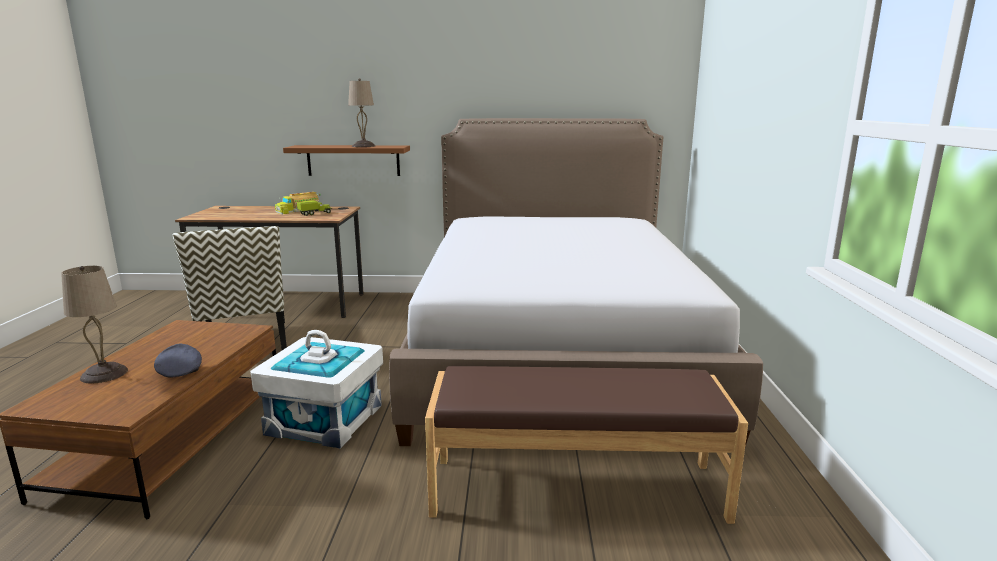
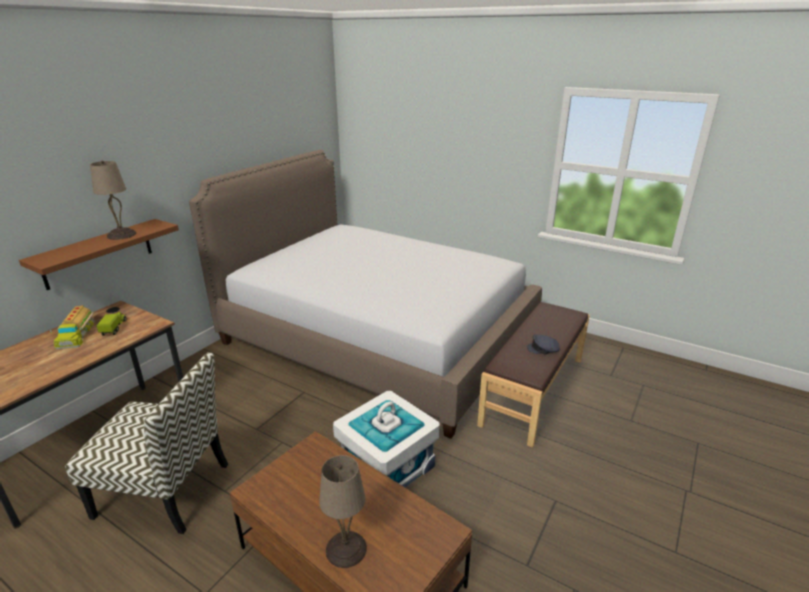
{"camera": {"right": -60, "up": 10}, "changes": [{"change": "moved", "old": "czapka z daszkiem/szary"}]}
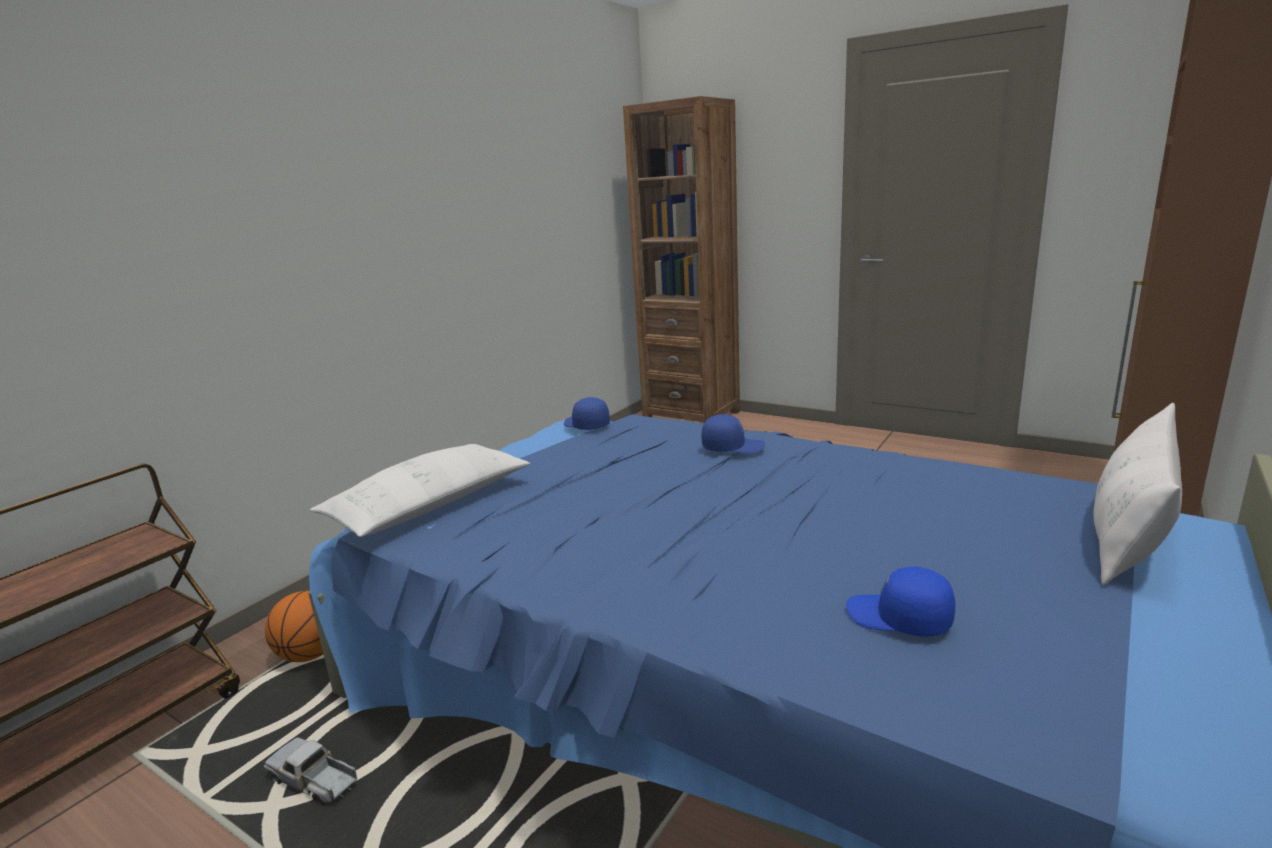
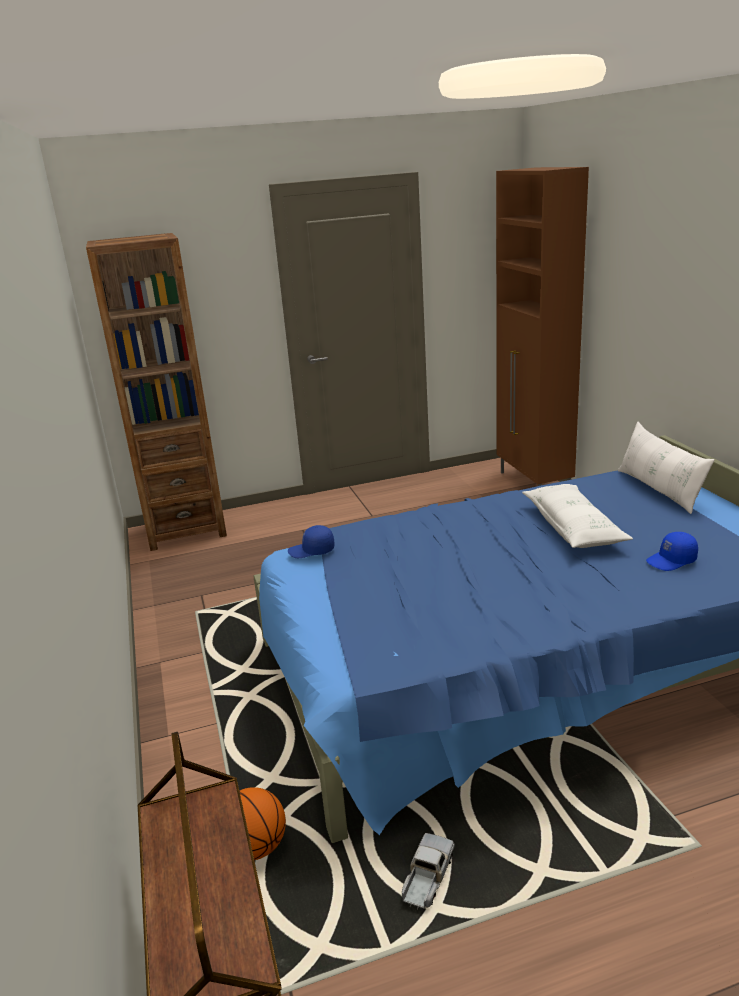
{"camera": {"right": -50, "up": 5}, "changes": [{"change": "removed", "old": "czapka z daszkiem/niebieski (2nd from left)"}, {"change": "moved", "old": "poduszka/biały (1st from left)"}, {"change": "turned", "old": "ciężarówka zabawkowa", "degrees": 135}]}
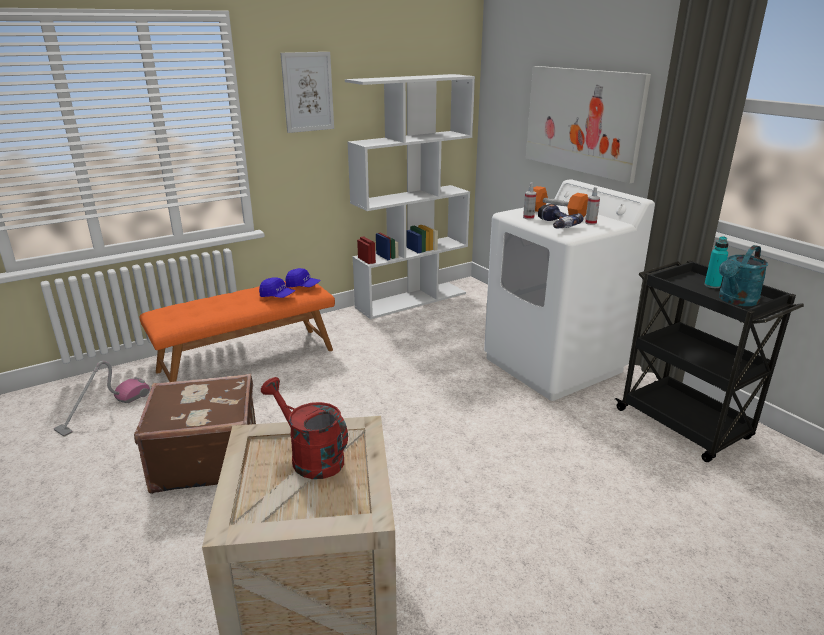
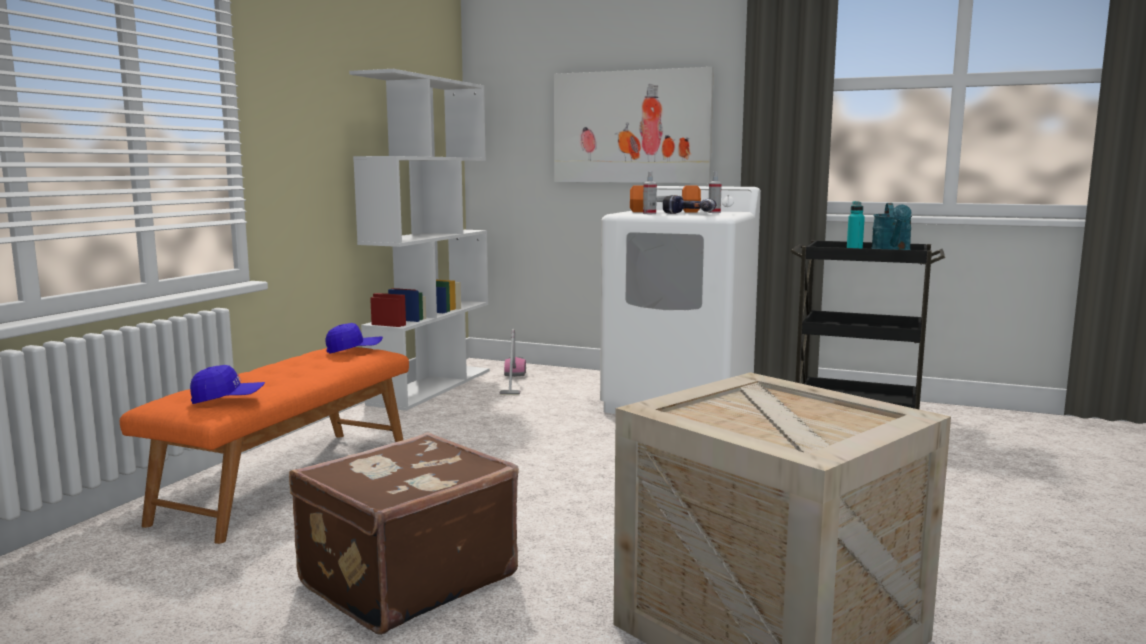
{"camera": {"right": -35, "up": -15}, "changes": [{"change": "removed", "old": "konewka/czerwony"}, {"change": "removed", "old": "obraz (1st from left)"}, {"change": "moved", "old": "odkurzacz"}, {"change": "moved", "old": "czapka z daszkiem/niebieski (1st from left)"}]}
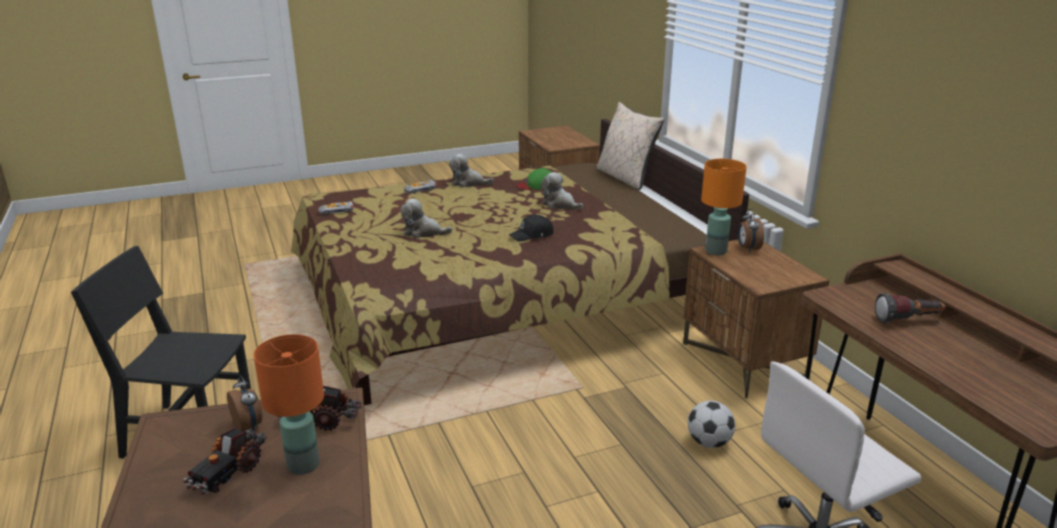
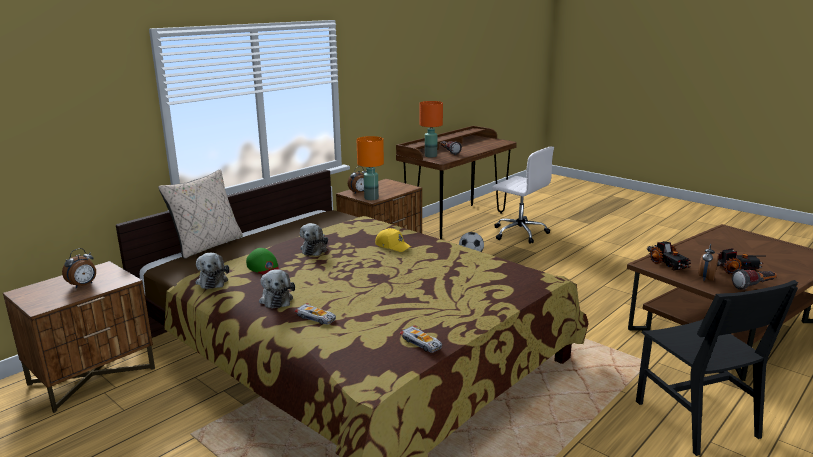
{"camera": {"right": -115, "up": -5}, "changes": [{"change": "added", "new": "budzik (1st from left)"}, {"change": "added", "new": "latarka (2nd from left)"}, {"change": "moved", "old": "lampa stołowa/pomarańczowy (1st from left in the first image)", "new": "lampa stołowa/pomarańczowy (2nd from left)"}, {"change": "moved", "old": "pluszak (1st from left)"}, {"change": "recoloured", "old": "czapka z daszkiem/czarny", "new": "czapka z daszkiem/żółty"}]}
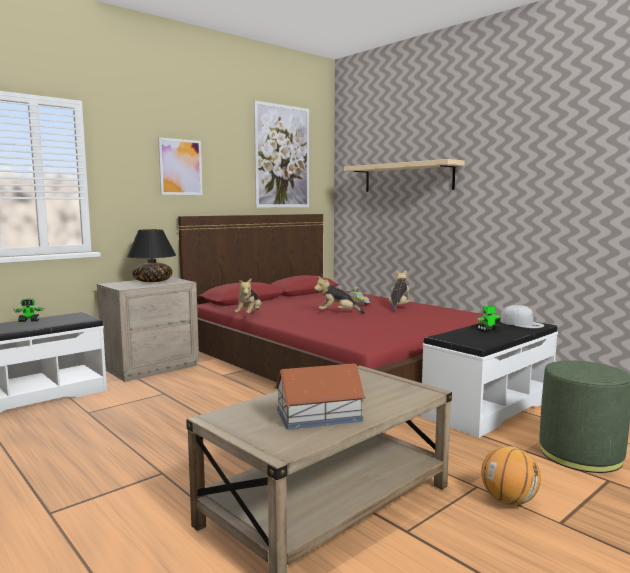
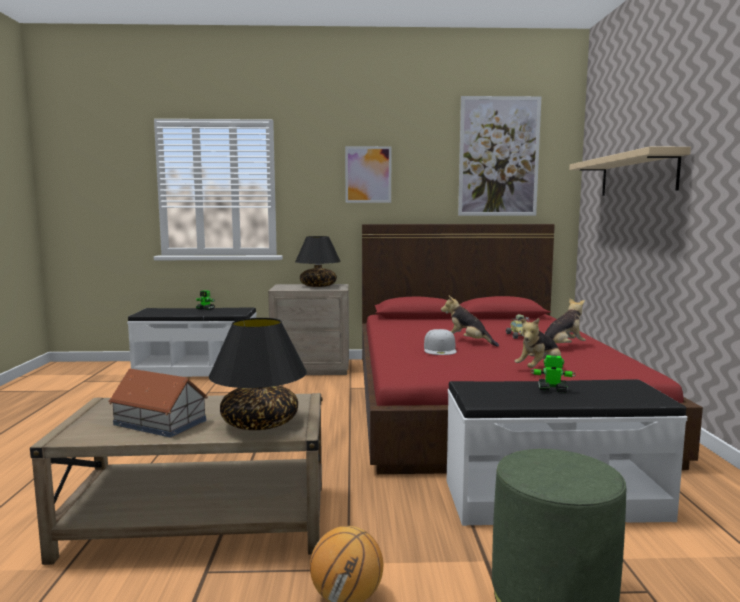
{"camera": {"right": 40, "up": 0}, "changes": [{"change": "added", "new": "lampa stołowa/czarny (1st from left)"}, {"change": "moved", "old": "pluszak (1st from left in the first image)", "new": "pluszak (2nd from left)"}, {"change": "moved", "old": "czapka z daszkiem/biały"}]}
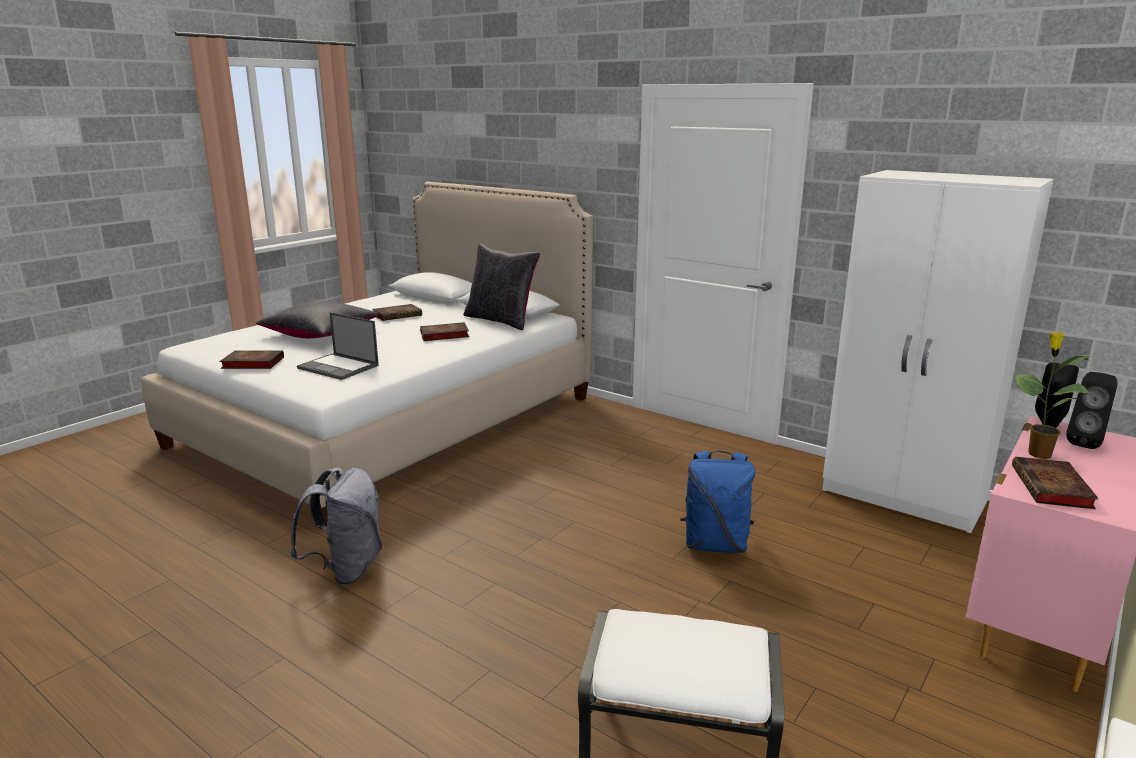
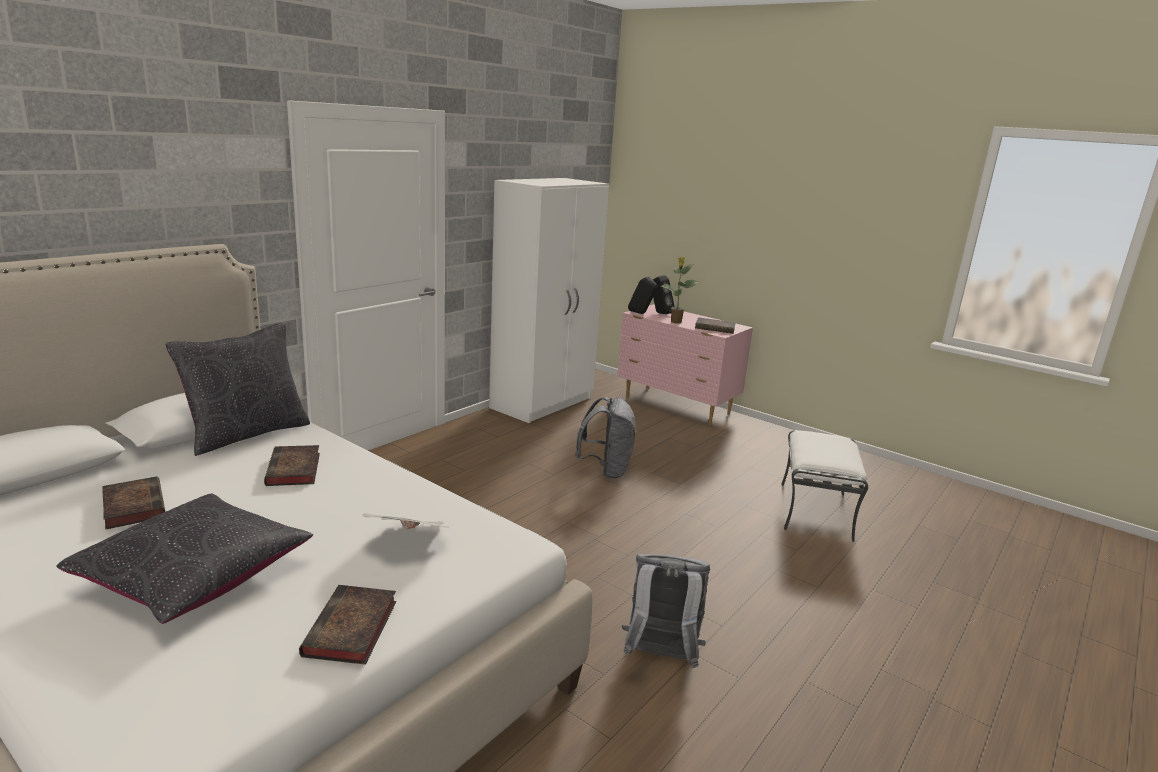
{"camera": {"right": -90, "up": 0}, "changes": [{"change": "replaced", "old": "laptop", "new": "gazeta"}, {"change": "recoloured", "old": "plecak/niebieski", "new": "plecak/szary (1st from left)"}]}
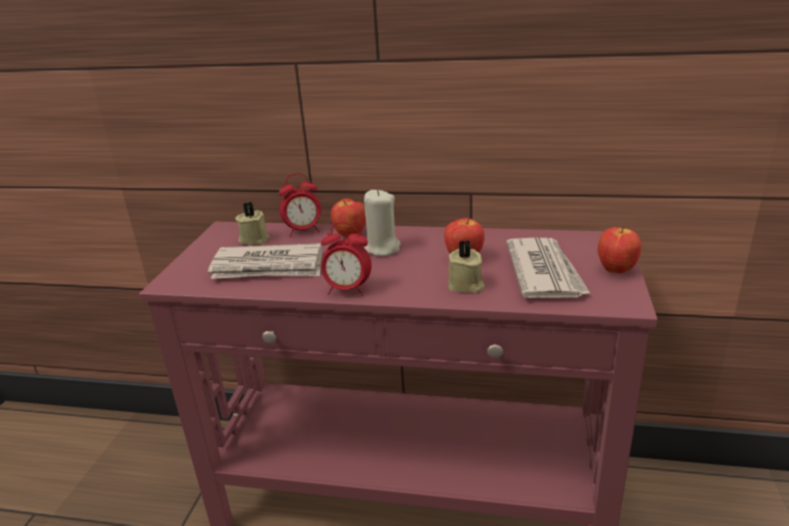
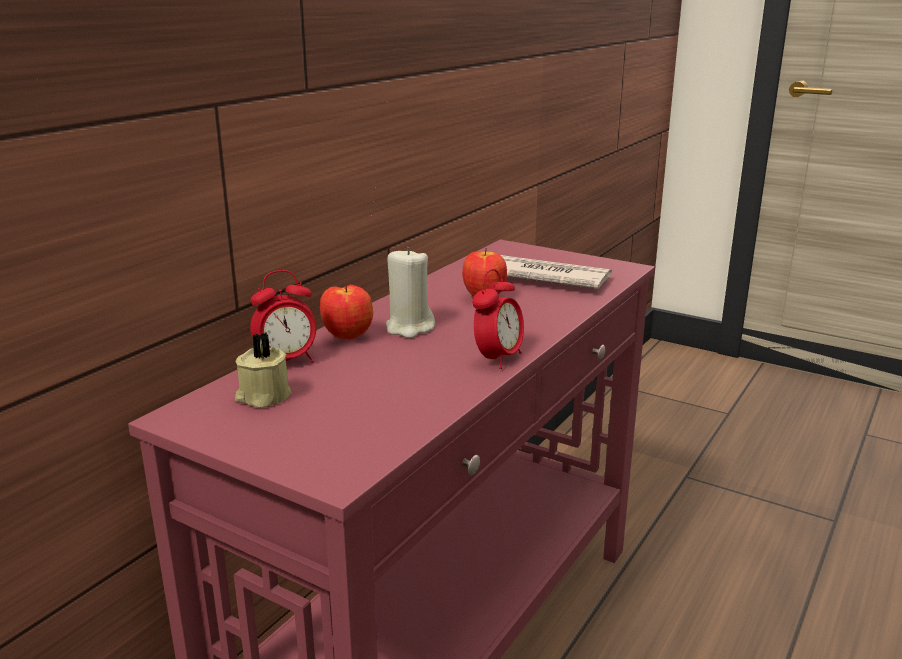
{"camera": {"right": -70, "up": -5}, "changes": [{"change": "removed", "old": "gazeta (1st from left)"}, {"change": "removed", "old": "świeca/beżowy (3rd from left)"}, {"change": "removed", "old": "jabłko (3rd from left)"}, {"change": "turned", "old": "budzik (1st from left)", "degrees": 60}]}
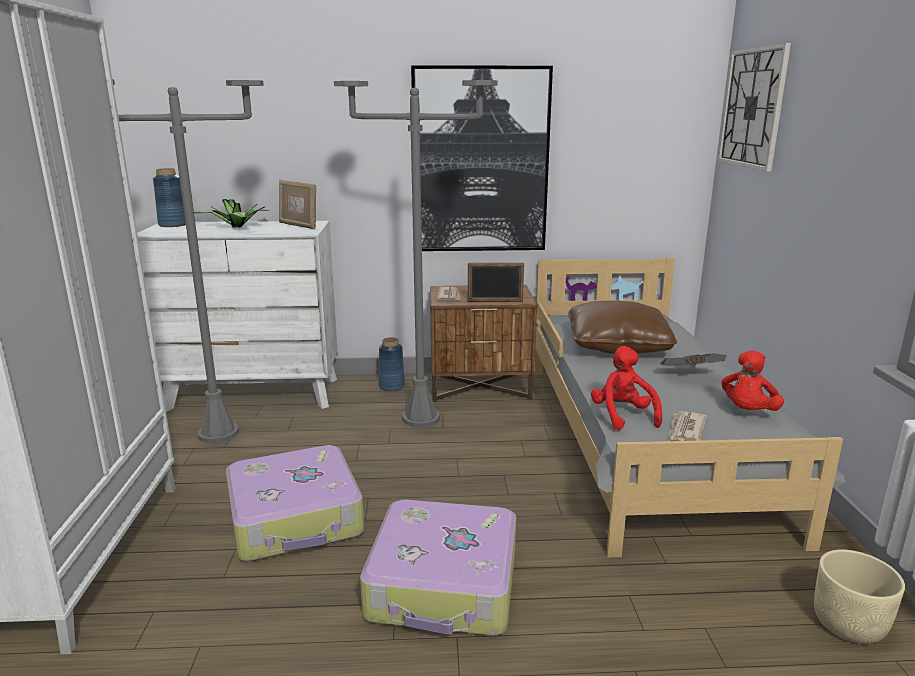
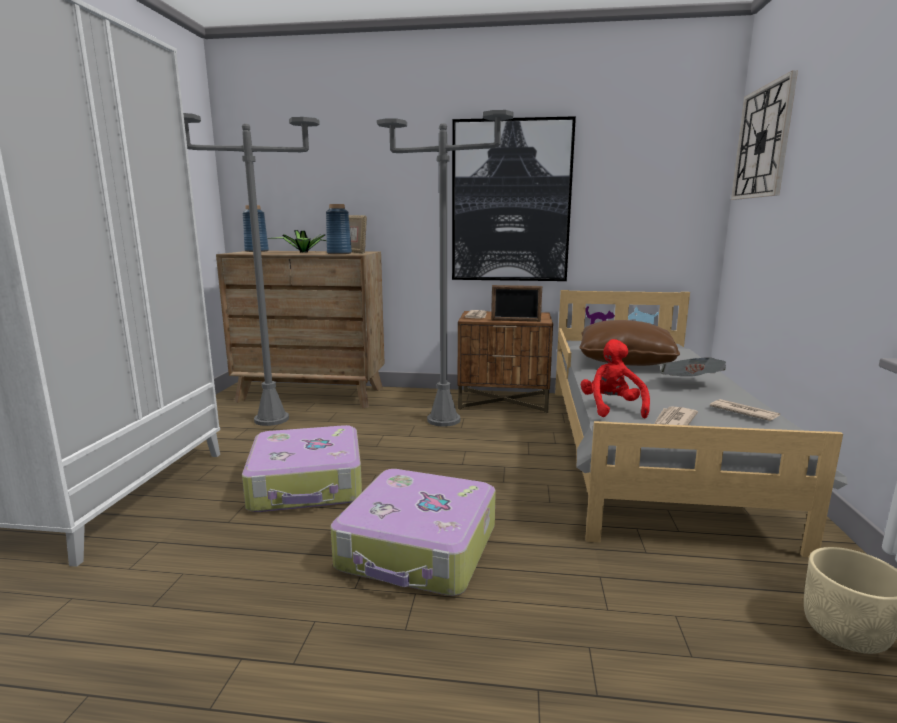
{"camera": {"right": 10, "up": -5}, "changes": [{"change": "moved", "old": "wazon/niebieski (2nd from left)"}, {"change": "replaced", "old": "pluszak/czerwony (2nd from left)", "new": "gazeta (4th from left)"}, {"change": "recoloured", "old": "komoda/biały", "new": "komoda/brązowy"}]}
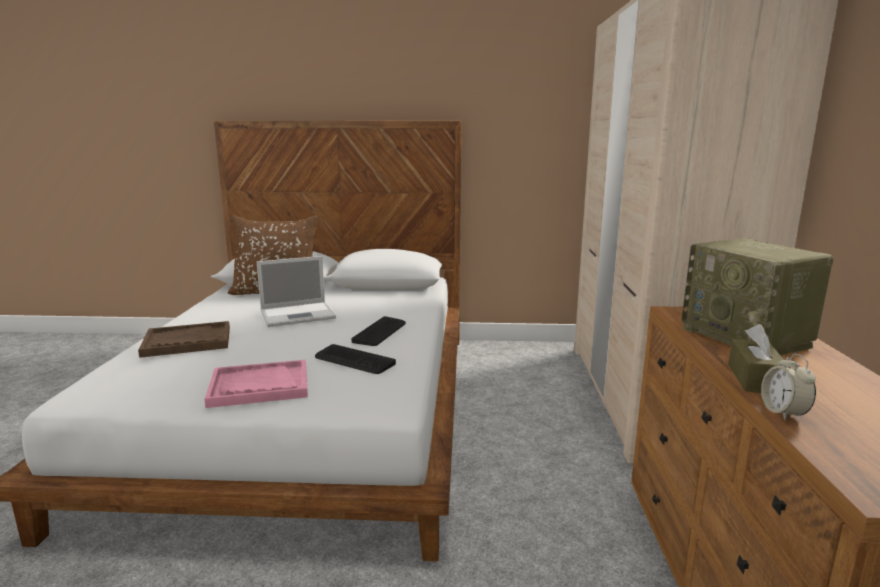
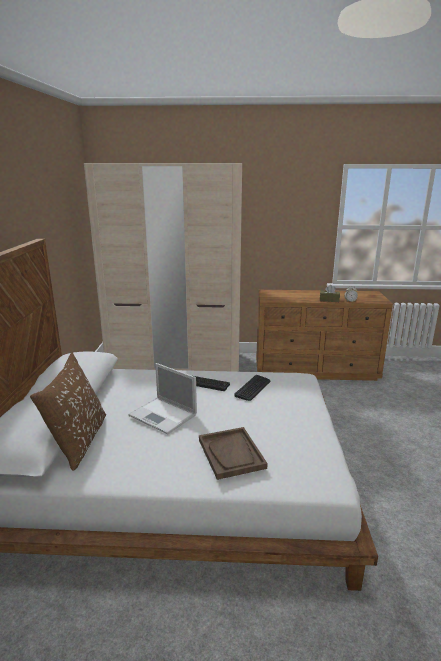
{"camera": {"right": -90, "up": 5}, "changes": [{"change": "removed", "old": "taca/różowy"}, {"change": "removed", "old": "radio"}, {"change": "turned", "old": "laptop", "degrees": 150}]}
